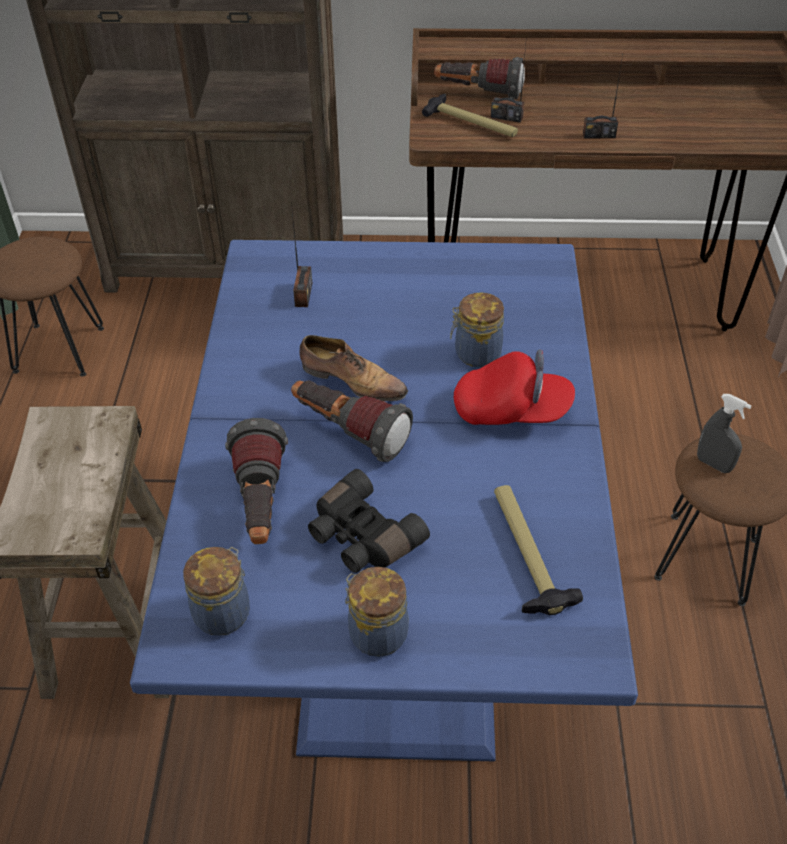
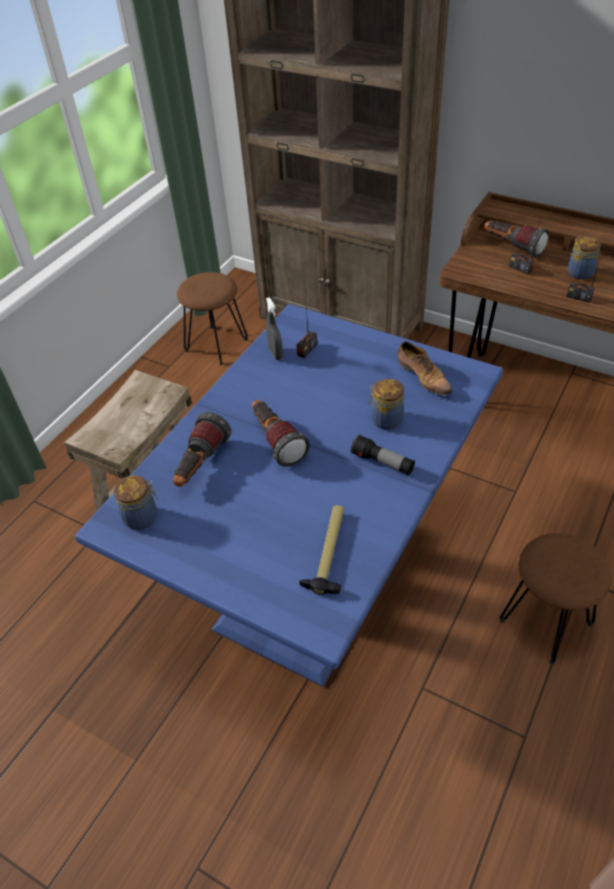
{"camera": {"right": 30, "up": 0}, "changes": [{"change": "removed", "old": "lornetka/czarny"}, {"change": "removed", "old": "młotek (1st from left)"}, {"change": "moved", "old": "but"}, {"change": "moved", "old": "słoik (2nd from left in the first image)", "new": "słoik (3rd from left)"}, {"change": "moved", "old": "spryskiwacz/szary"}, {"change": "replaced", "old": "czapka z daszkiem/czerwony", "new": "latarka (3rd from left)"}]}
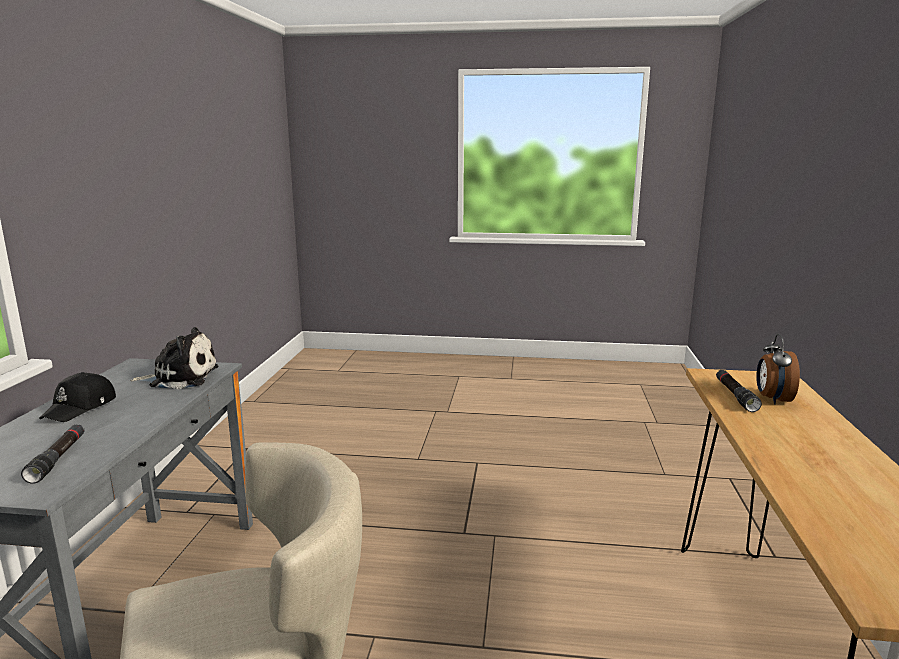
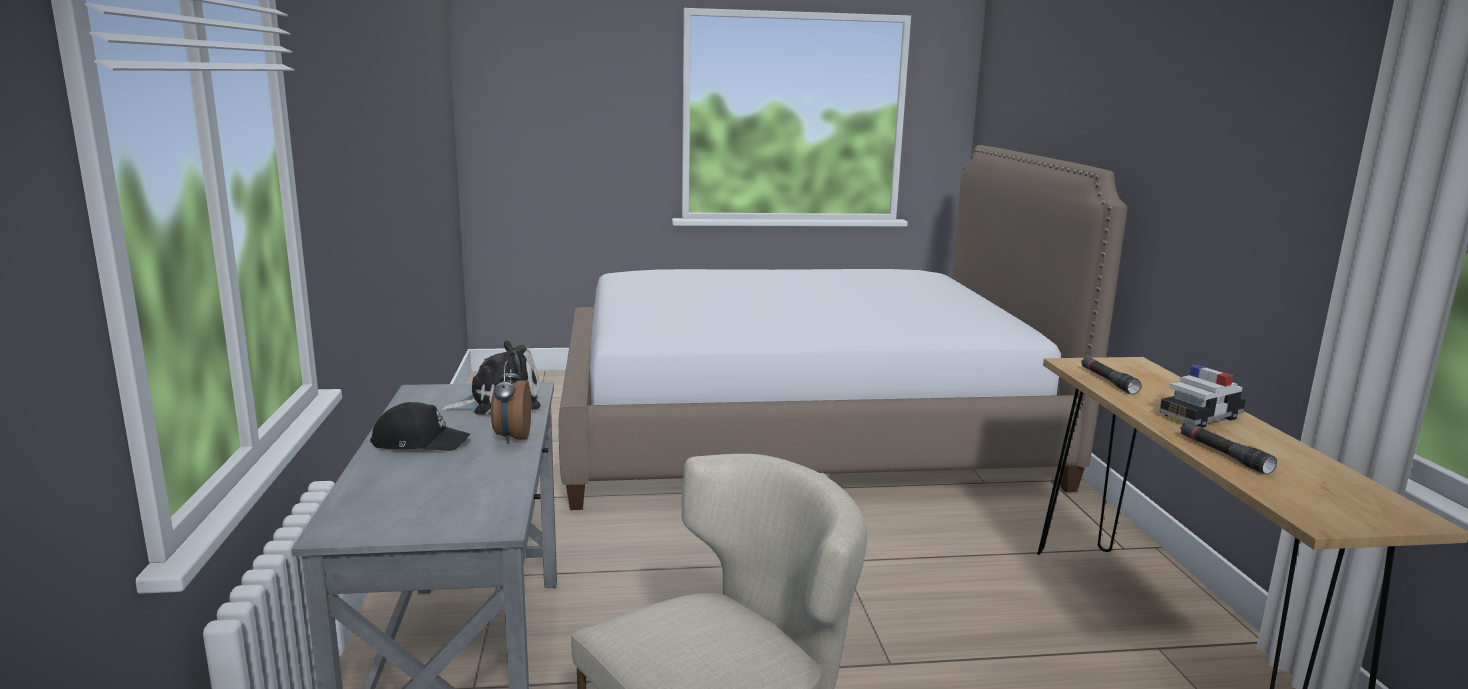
{"camera": {"right": -15, "up": 0}, "changes": [{"change": "added", "new": "łóżko"}, {"change": "added", "new": "samochodzik"}, {"change": "moved", "old": "latarka/czarny (1st from left in the first image)", "new": "latarka/czarny (2nd from left)"}, {"change": "moved", "old": "budzik"}, {"change": "turned", "old": "czapka z daszkiem/czarny", "degrees": -90}]}
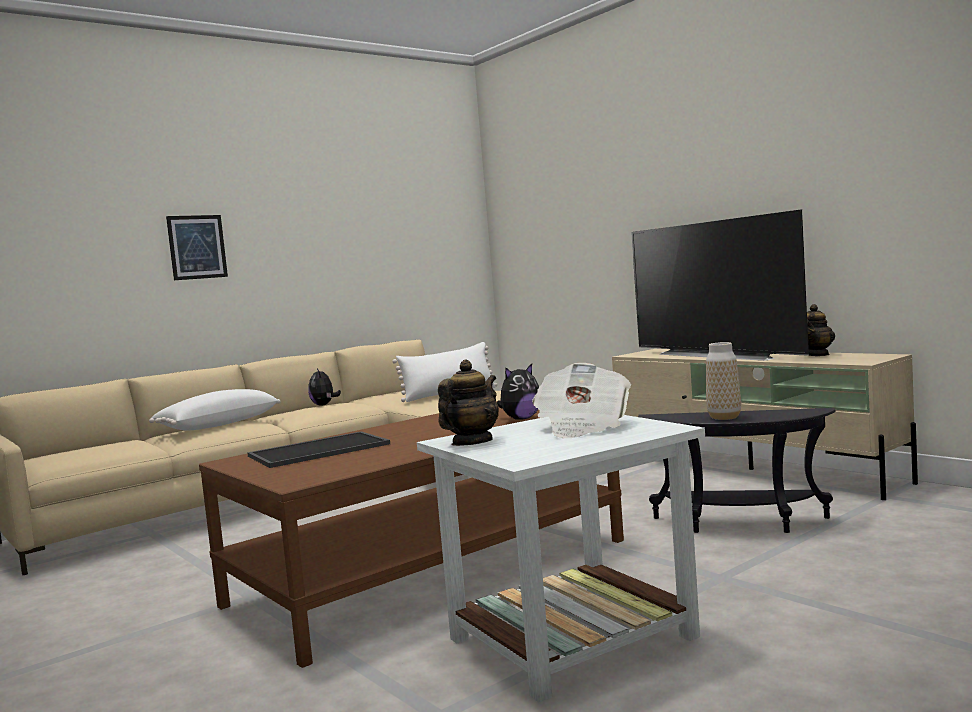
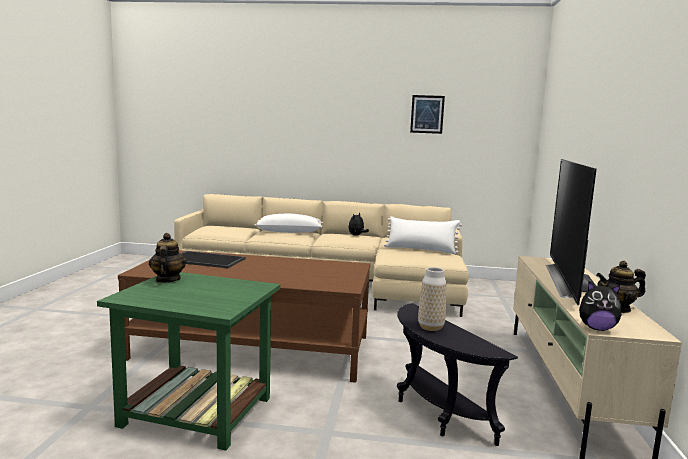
{"camera": {"right": 45, "up": 5}, "changes": [{"change": "removed", "old": "gazeta"}, {"change": "moved", "old": "obraz"}, {"change": "moved", "old": "pluszak (2nd from left)"}, {"change": "recoloured", "old": "stolik/biały", "new": "stolik/zielony"}, {"change": "turned", "old": "imbryk (1st from left)", "degrees": -90}]}
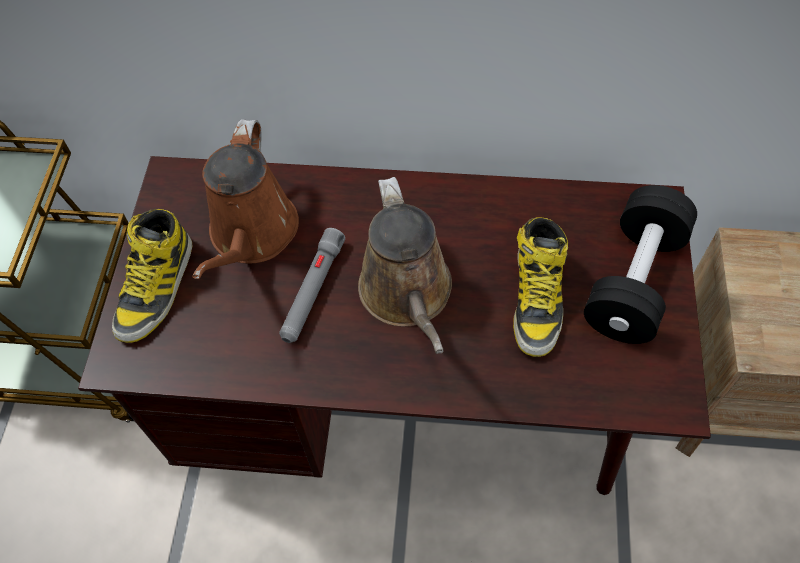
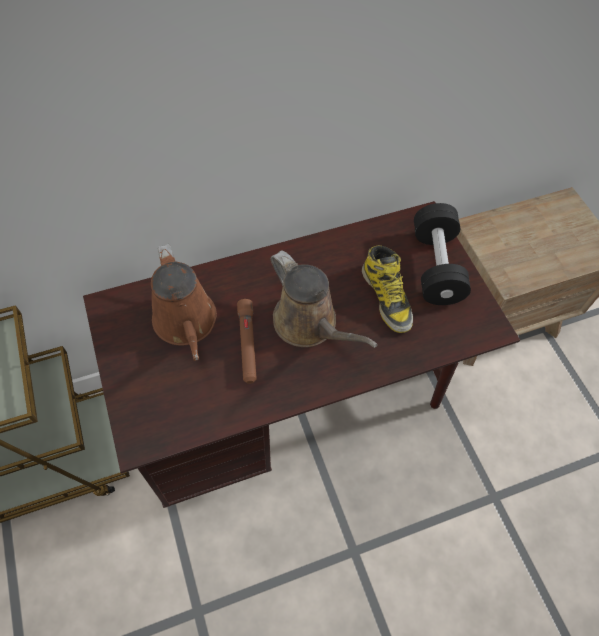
{"camera": {"right": -30, "up": 0}, "changes": [{"change": "removed", "old": "but z cholewką (1st from left)"}, {"change": "recoloured", "old": "latarka/szary", "new": "latarka/brązowy"}]}
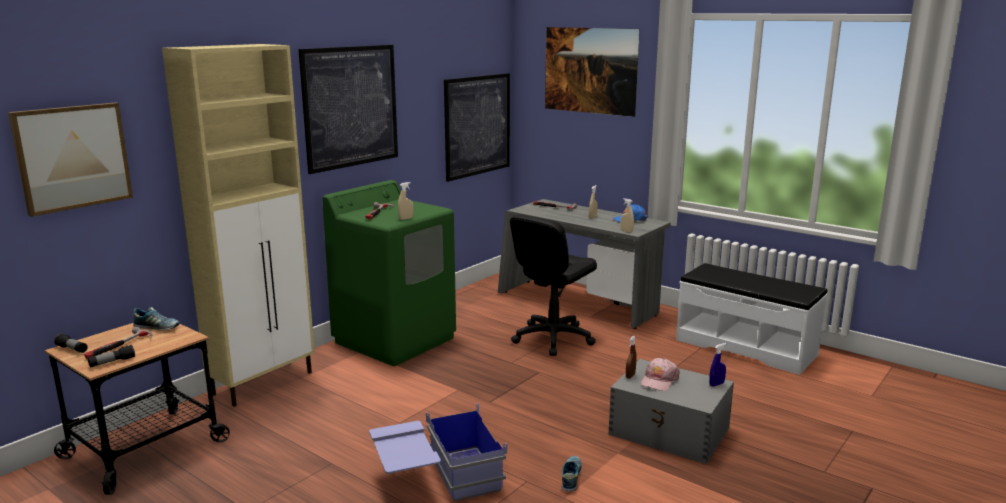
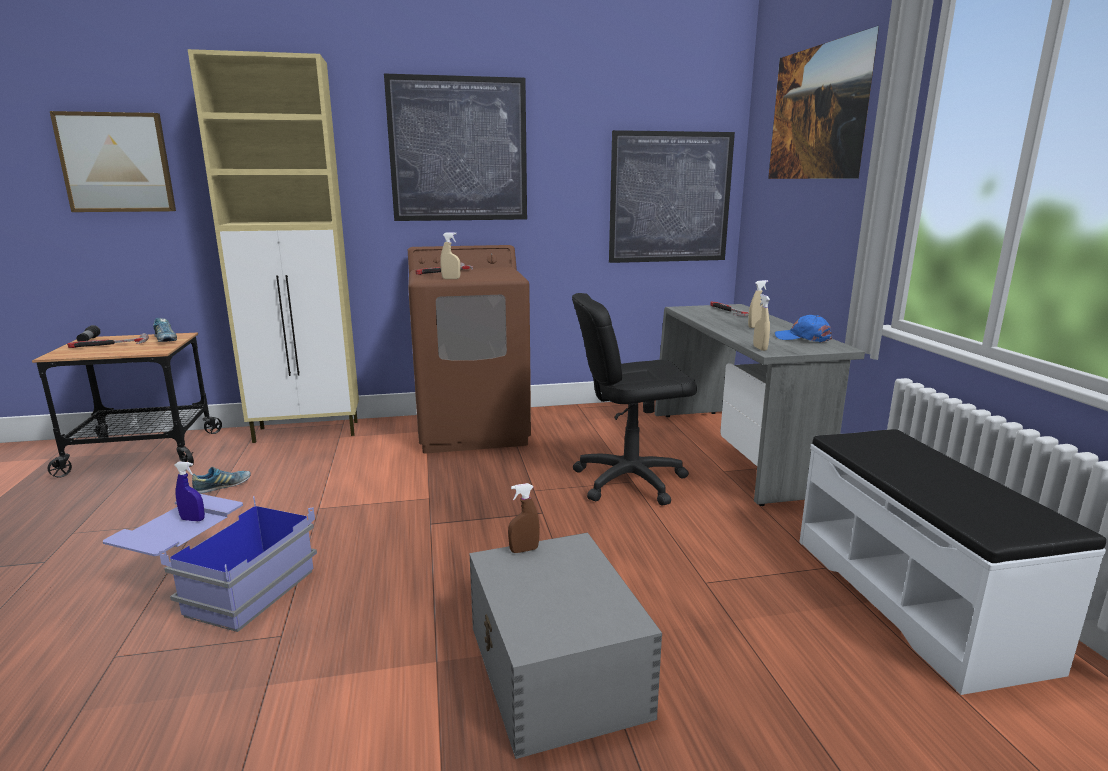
{"camera": {"right": 40, "up": 0}, "changes": [{"change": "removed", "old": "latarka (2nd from left)"}, {"change": "removed", "old": "czapka z daszkiem/różowy"}, {"change": "moved", "old": "but (2nd from left)"}, {"change": "moved", "old": "spryskiwacz/niebieski"}, {"change": "recoloured", "old": "pralka/zielony", "new": "pralka/brązowy"}]}
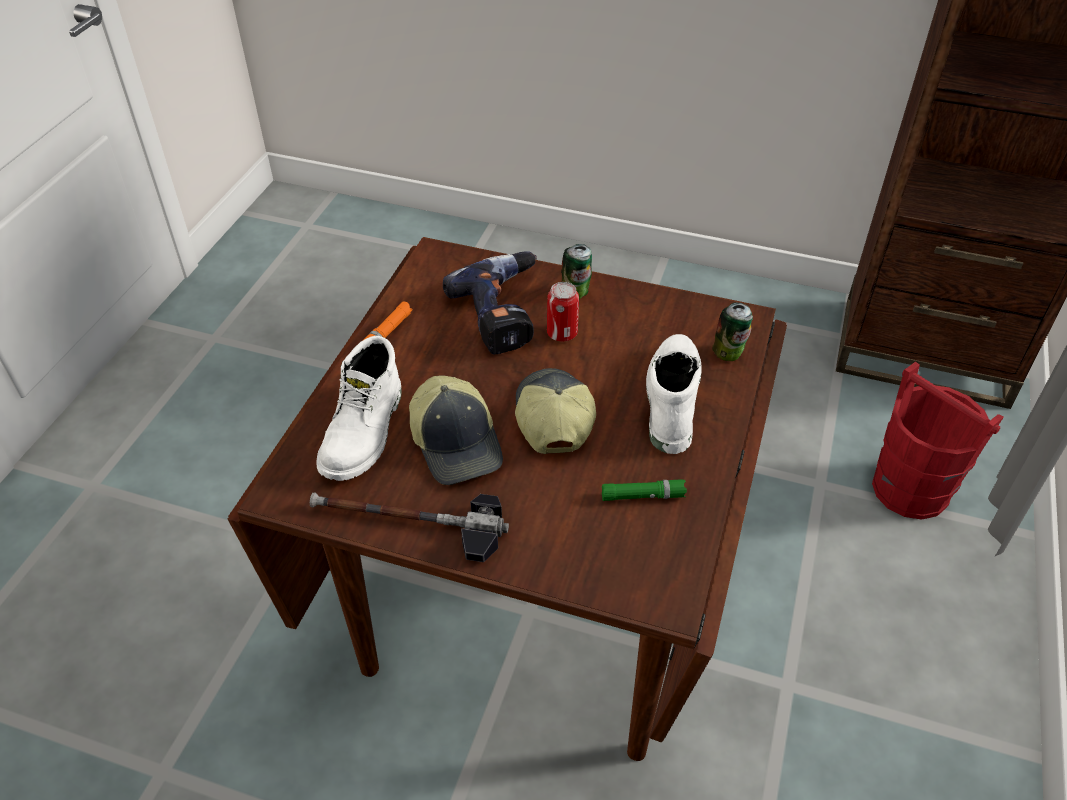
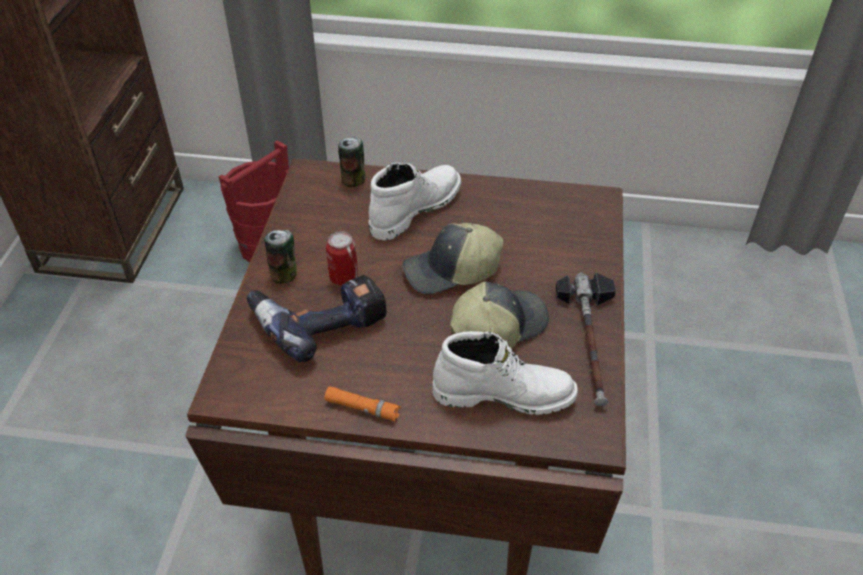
{"camera": {"right": -100, "up": 0}, "changes": [{"change": "removed", "old": "latarka/zielony"}, {"change": "turned", "old": "but z cholewką/biały (2nd from left in the first image)", "degrees": 135}]}
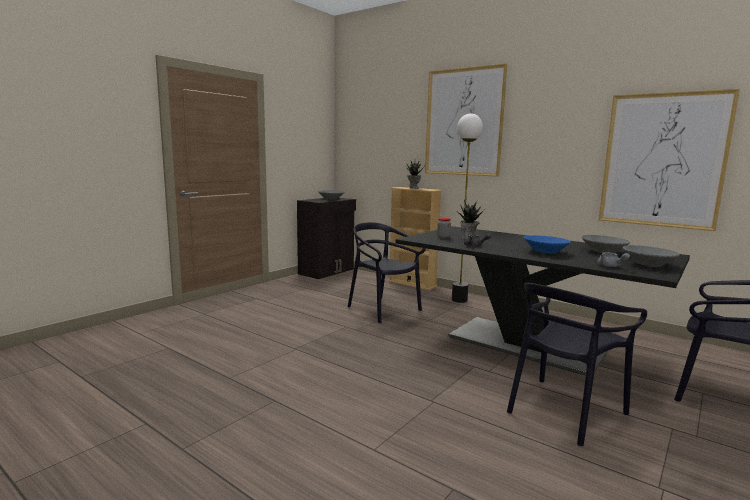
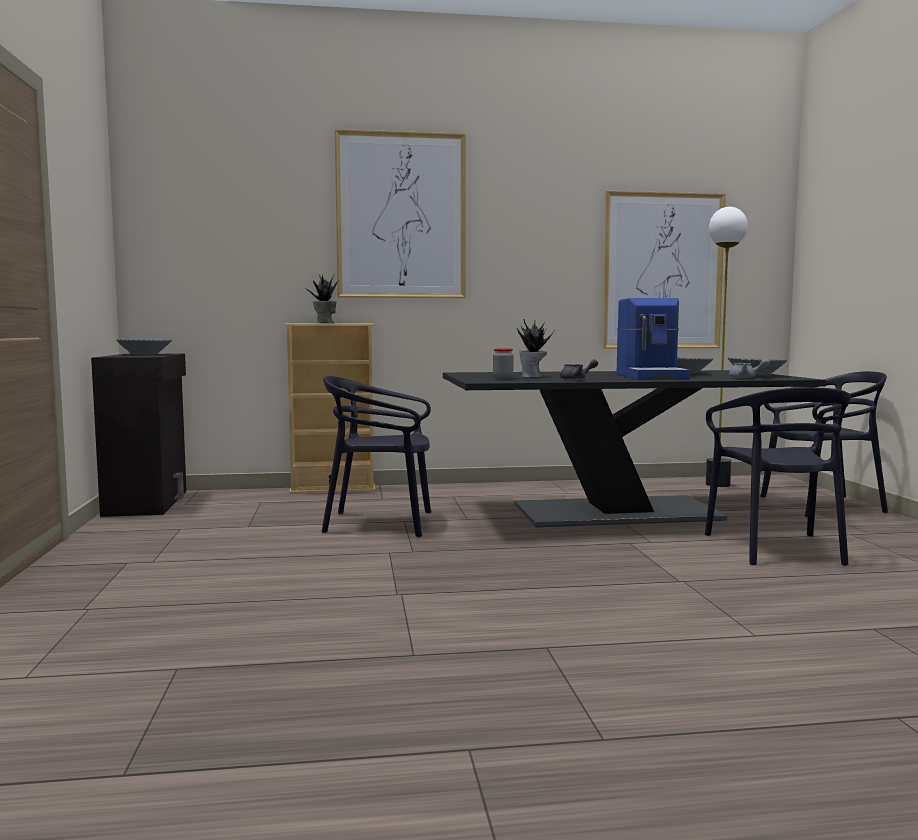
{"camera": {"right": -45, "up": -5}, "changes": [{"change": "moved", "old": "lampa stojąca"}, {"change": "replaced", "old": "miska/niebieski", "new": "ekspres do kawy"}]}
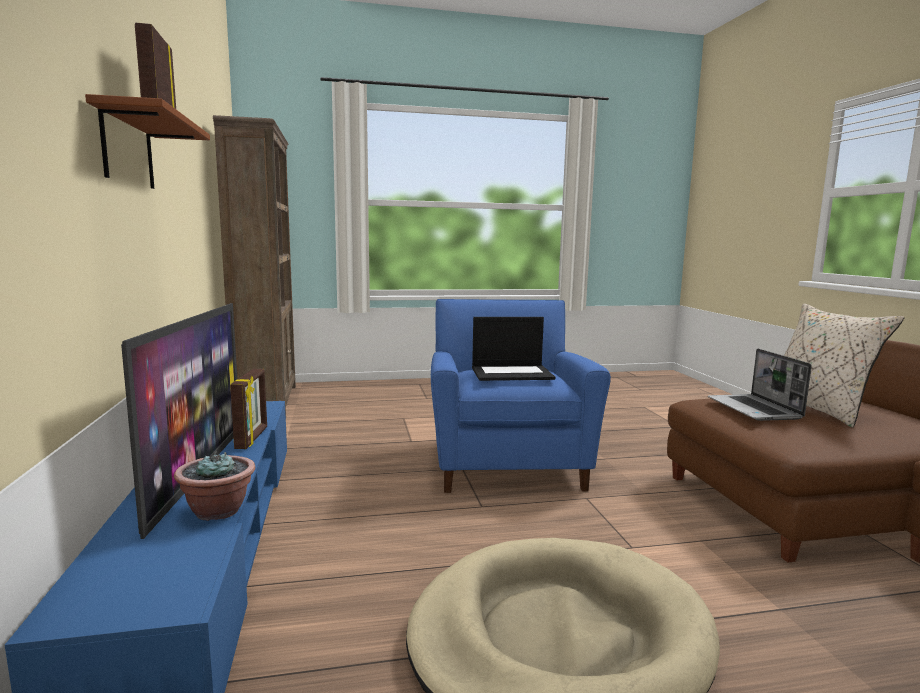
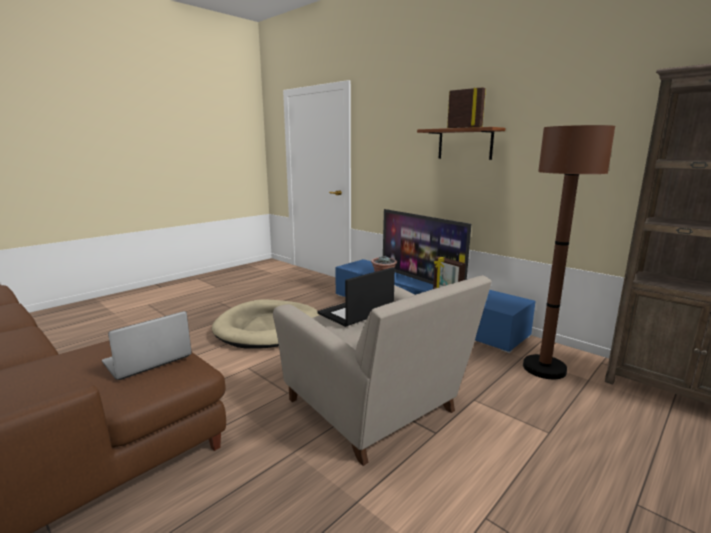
{"camera": {"right": 145, "up": 5}, "changes": [{"change": "removed", "old": "poduszka/beżowy"}, {"change": "added", "new": "lampa stojąca/brązowy"}, {"change": "recoloured", "old": "fotel/niebieski", "new": "fotel/beżowy"}, {"change": "turned", "old": "laptop (2nd from left in the first image)", "degrees": -90}]}
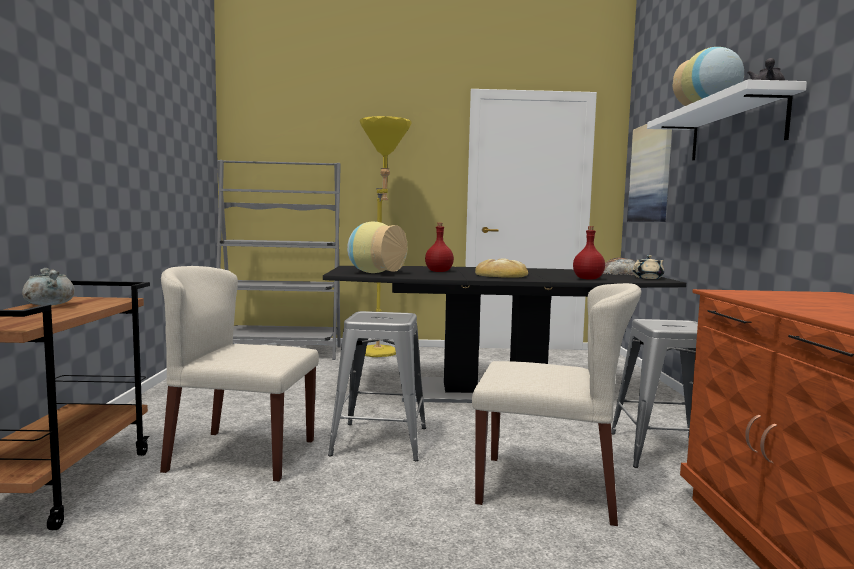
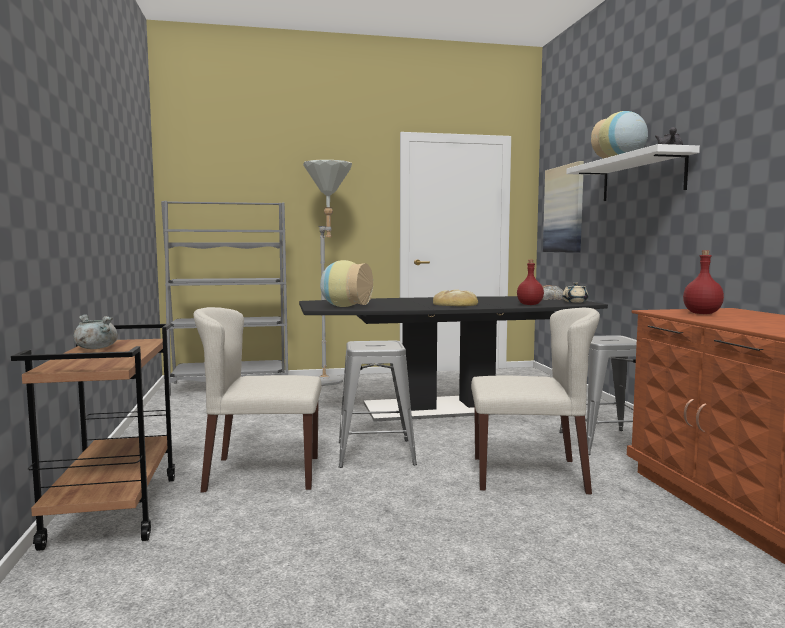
{"camera": {"right": -10, "up": 0}, "changes": [{"change": "moved", "old": "butelka/czerwony (1st from left in the first image)", "new": "butelka/czerwony (2nd from left)"}, {"change": "recoloured", "old": "lampa stojąca/żółty", "new": "lampa stojąca/szary"}]}
